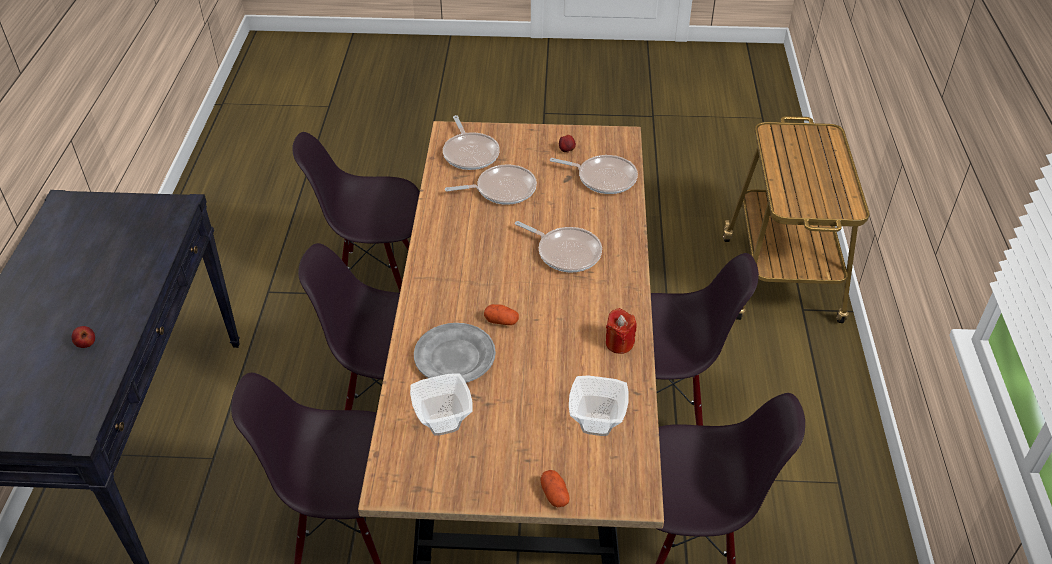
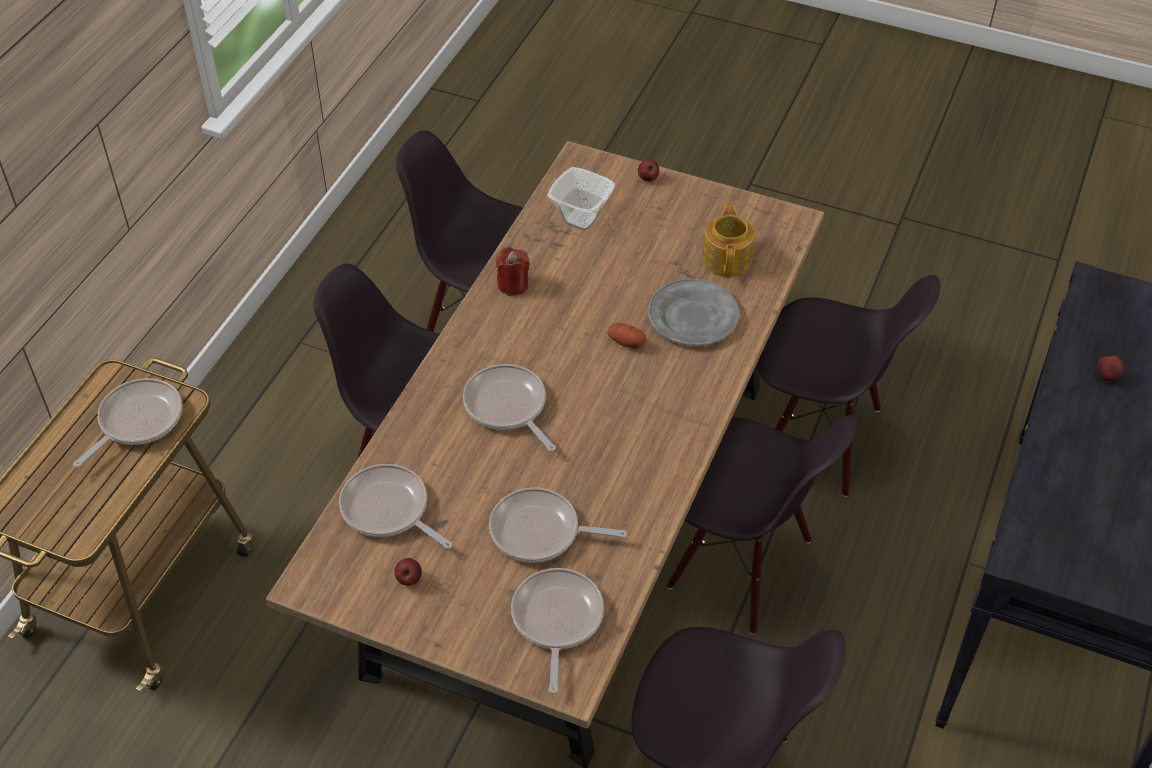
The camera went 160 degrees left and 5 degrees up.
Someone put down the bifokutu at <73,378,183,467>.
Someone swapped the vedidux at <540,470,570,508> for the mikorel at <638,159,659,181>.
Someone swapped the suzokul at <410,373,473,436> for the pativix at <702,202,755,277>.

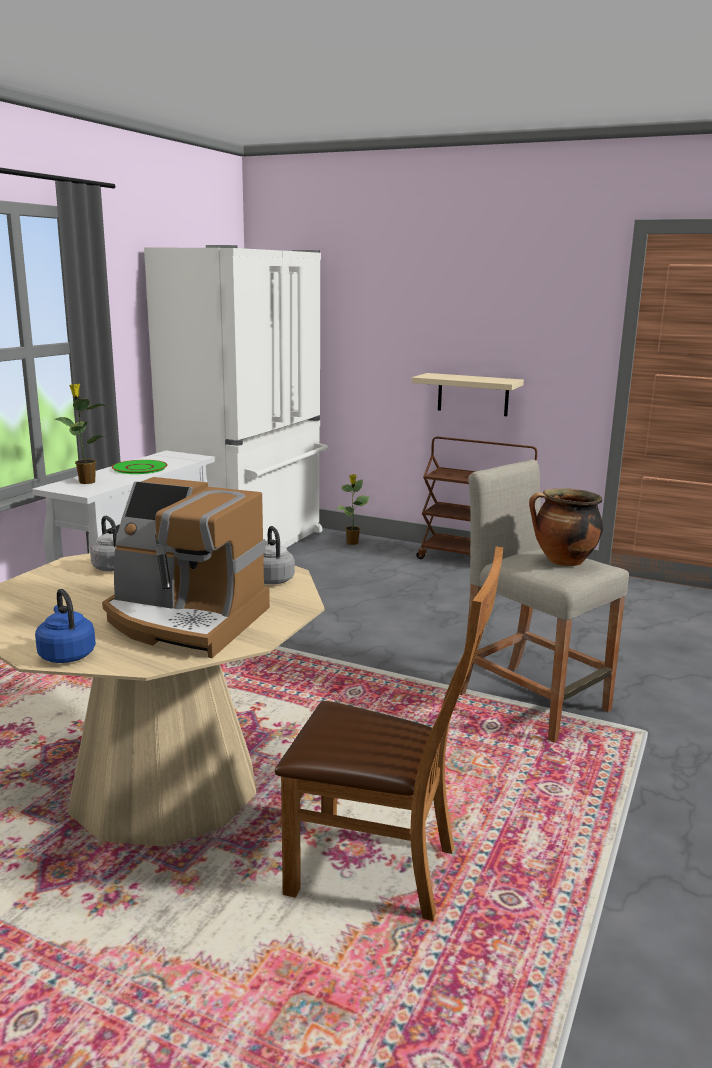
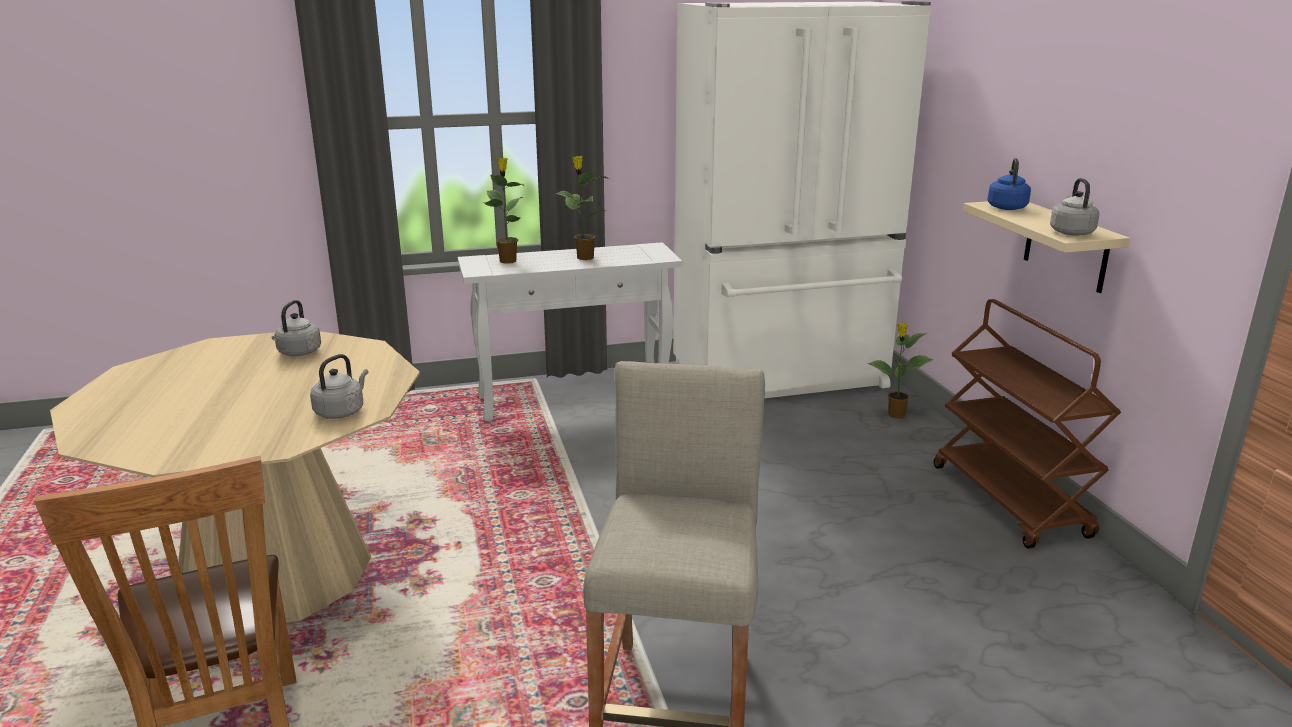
The camera went 50 degrees right and 5 degrees up.
Someone swapped the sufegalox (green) at <111,460,168,474> for the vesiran at <555,156,610,260>.
Someone carried the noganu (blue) from <35,589,96,663> to <987,158,1031,210>.
Someone put down the noganu (grey) at <1050,178,1100,236>.
Someone took away the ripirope at <102,477,270,658>.
Someone took away the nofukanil at <529,488,603,566>.

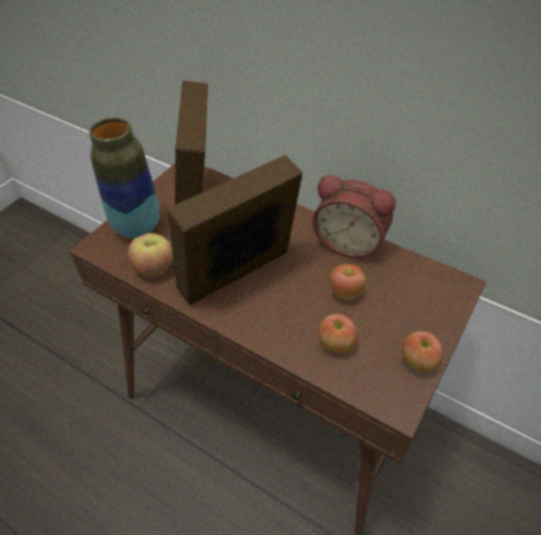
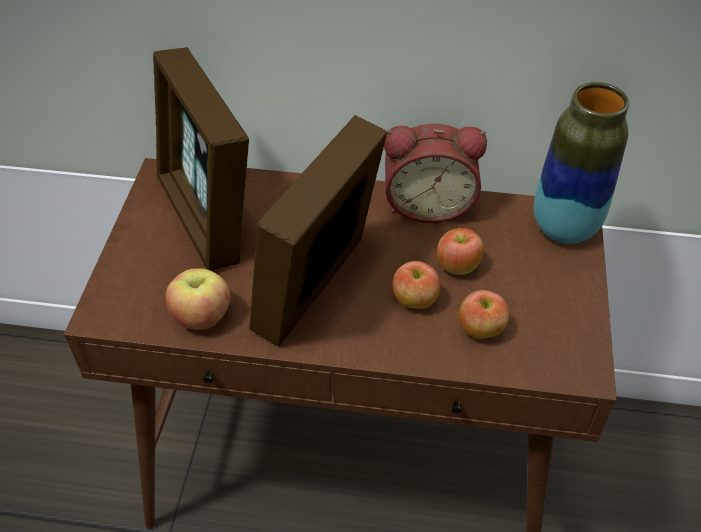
The camera went 25 degrees left and 0 degrees up.
Someone carried the mikorel from <402,331,443,373> to <392,261,440,309>.
Someone carried the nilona from <89,117,160,239> to <534,82,629,244>.

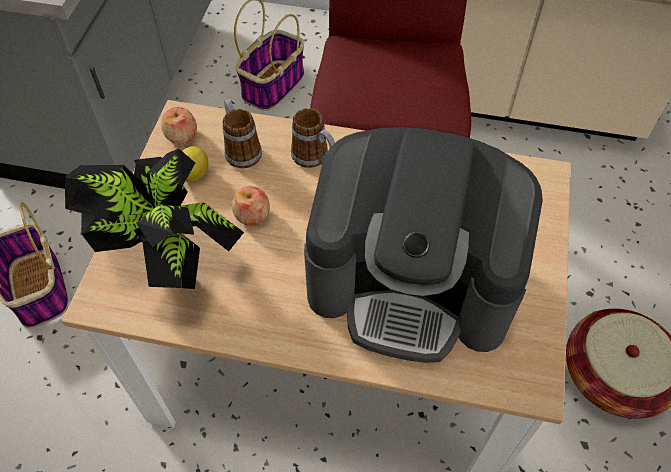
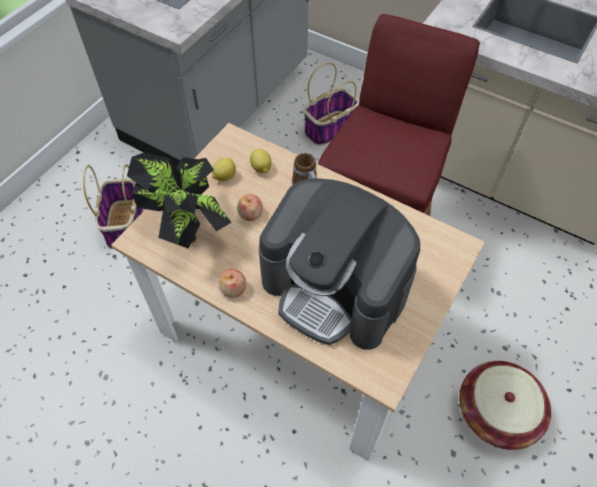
The camera went 20 degrees right and 0 degrees up.
Someone carried the mikorel from <161,107,197,144> to <218,269,246,298>.
Someone swapped the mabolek at <223,99,262,168> for the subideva at <250,149,272,173>.

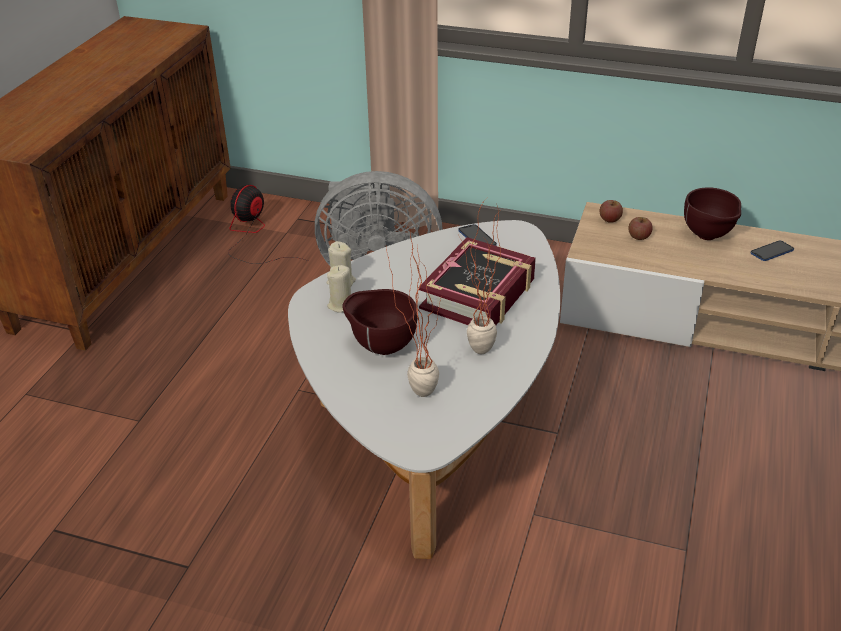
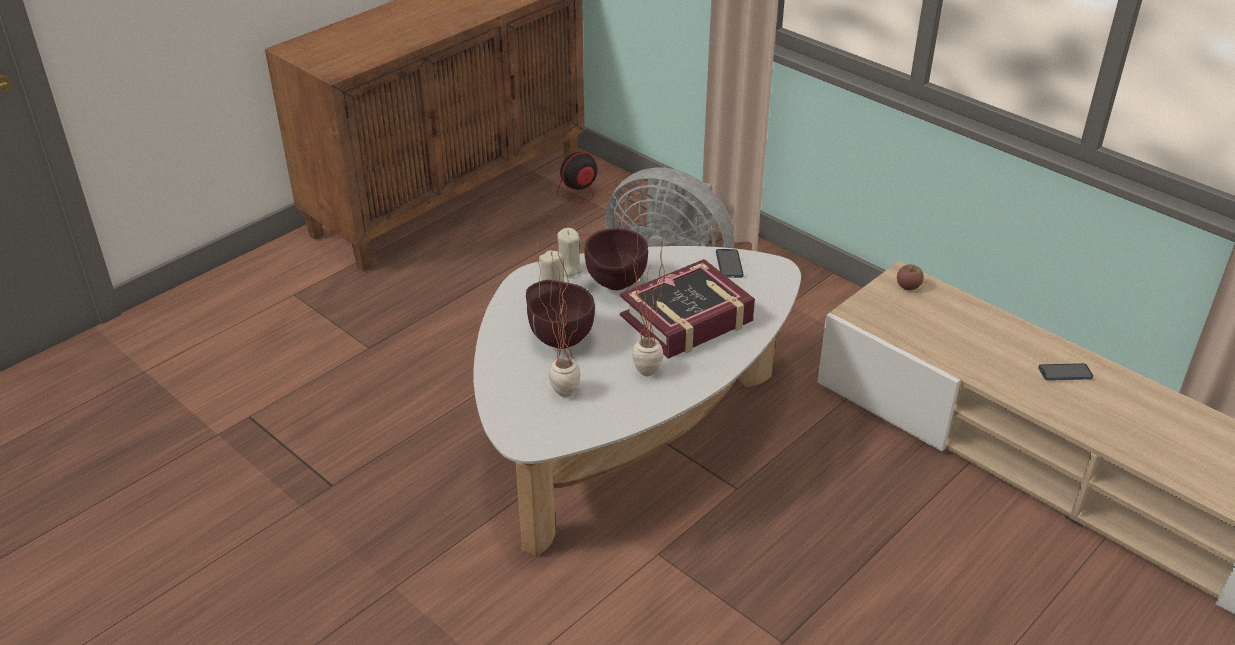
The camera went 25 degrees right and 0 degrees up.
Someone carried the suzokul (brown) from <684,188,741,240> to <584,228,648,290>.
Someone took away the mikorel at <628,217,653,240>.

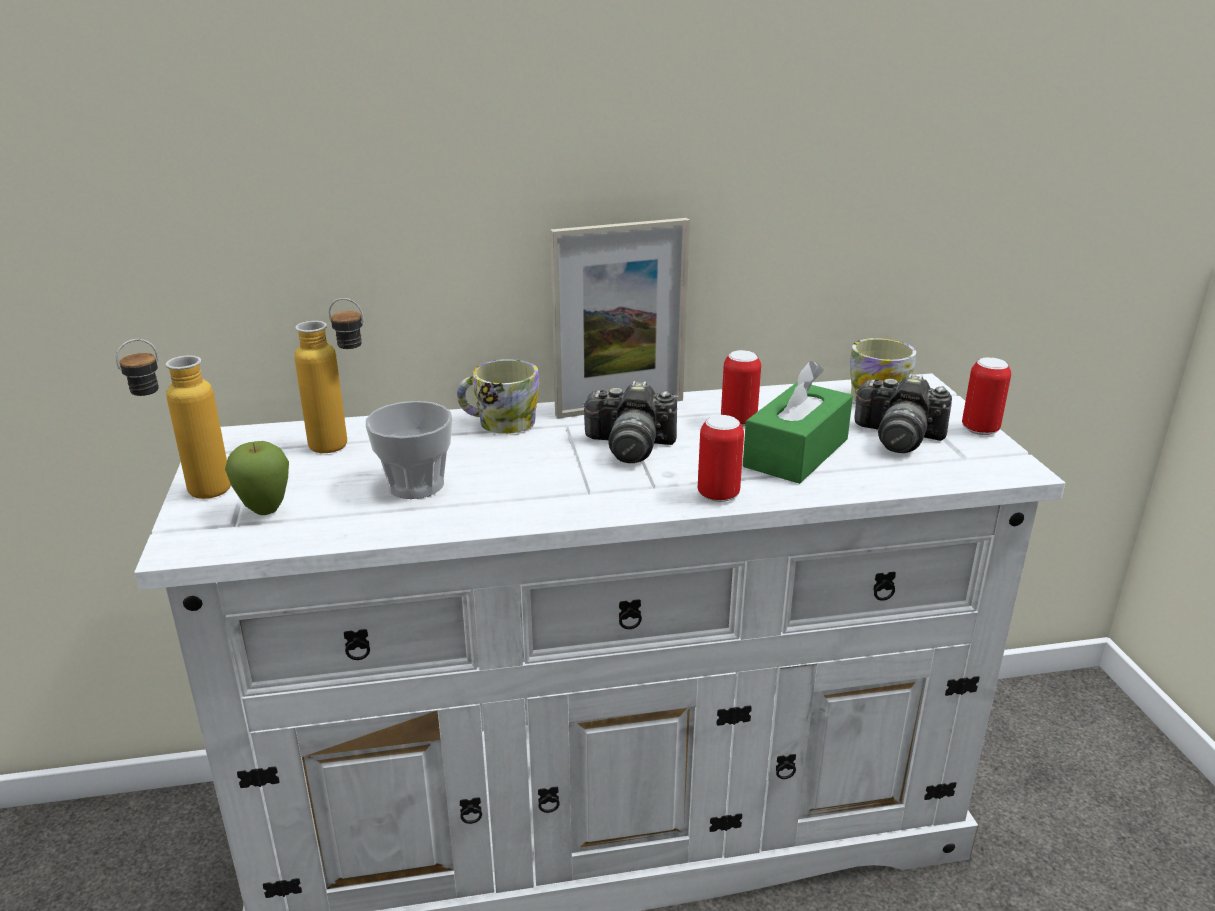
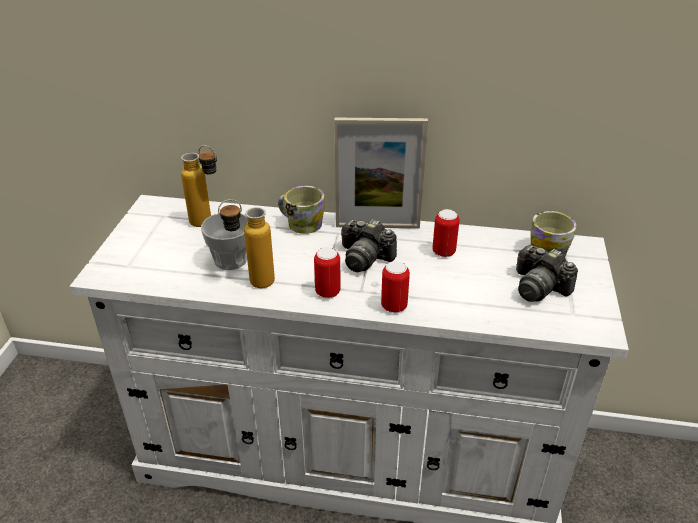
The camera went 20 degrees right and 10 degrees up.
Someone carried the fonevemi from <116,339,231,499> to <218,199,275,288>.
Someone carried the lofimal from <962,357,1011,435> to <314,247,341,298>.
Someone took away the mikorel at <225,441,289,515>.
Someone took away the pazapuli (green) at <743,361,853,484>.

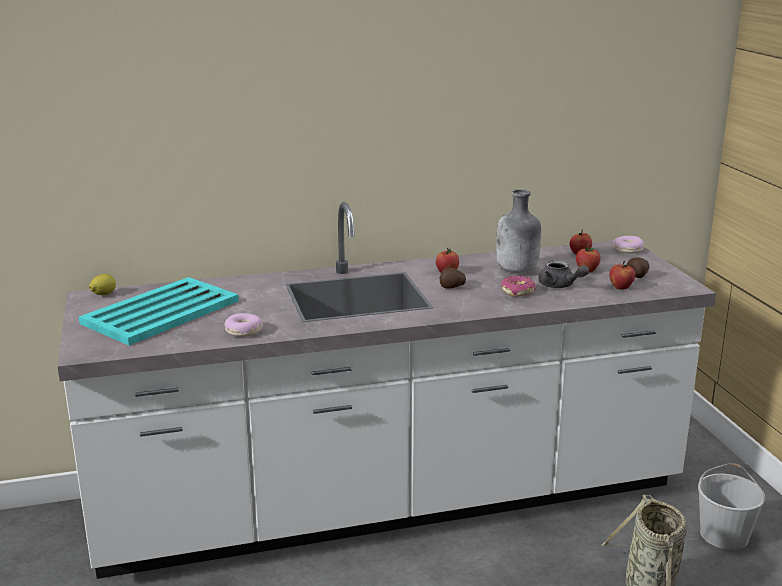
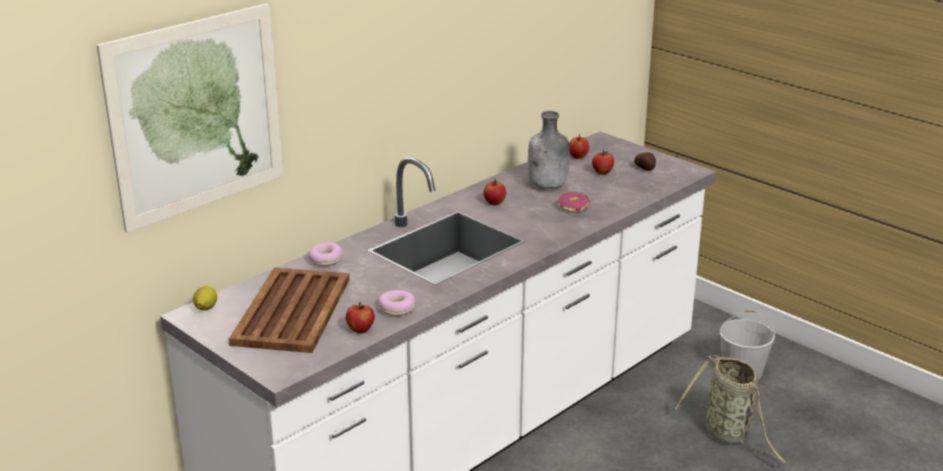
The camera went 30 degrees left and 5 degrees up.
Someone put up the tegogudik at <97,3,284,233>.
Someone repainted the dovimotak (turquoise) at <79,277,239,345>, which became the dovimotak (brown) at <229,267,350,353>.
Someone carried the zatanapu from <612,236,644,254> to <308,242,343,266>.
Someone carried the mikorel from <609,261,635,290> to <346,302,375,333>.
Someone took away the vedidux at <440,267,466,289>.
Someone took away the pativix (grey) at <539,260,589,288>.

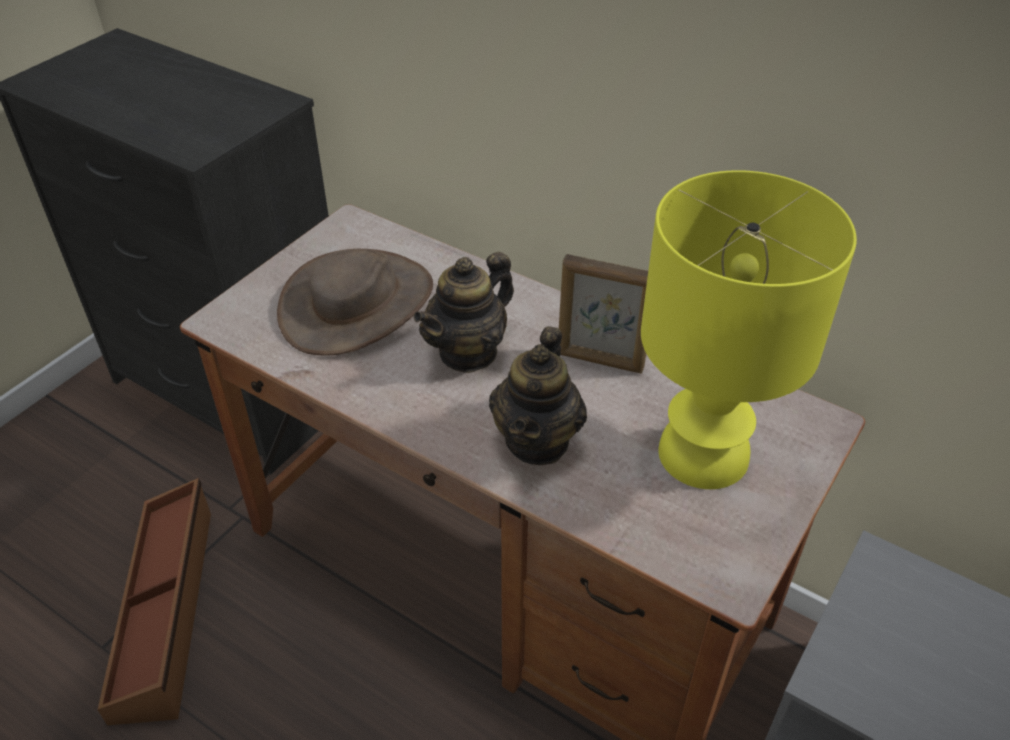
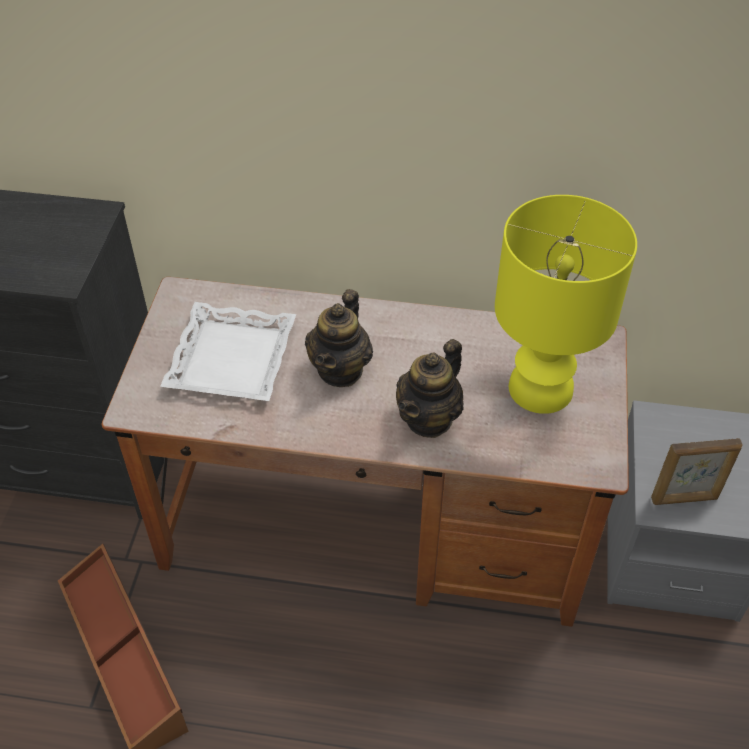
The camera went 25 degrees left and 5 degrees up.
Someone swapped the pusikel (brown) at <277,249,433,356> for the dovimotak (white) at <160,302,296,401>.
Someone rotated the pativix at <489,326,587,465> by 45 degrees clockwise.
Someone carried the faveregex from <559,254,648,373> to <651,438,743,505>.

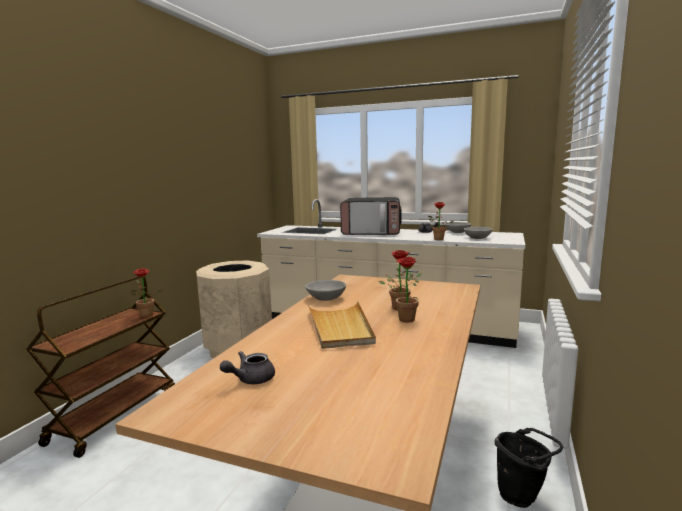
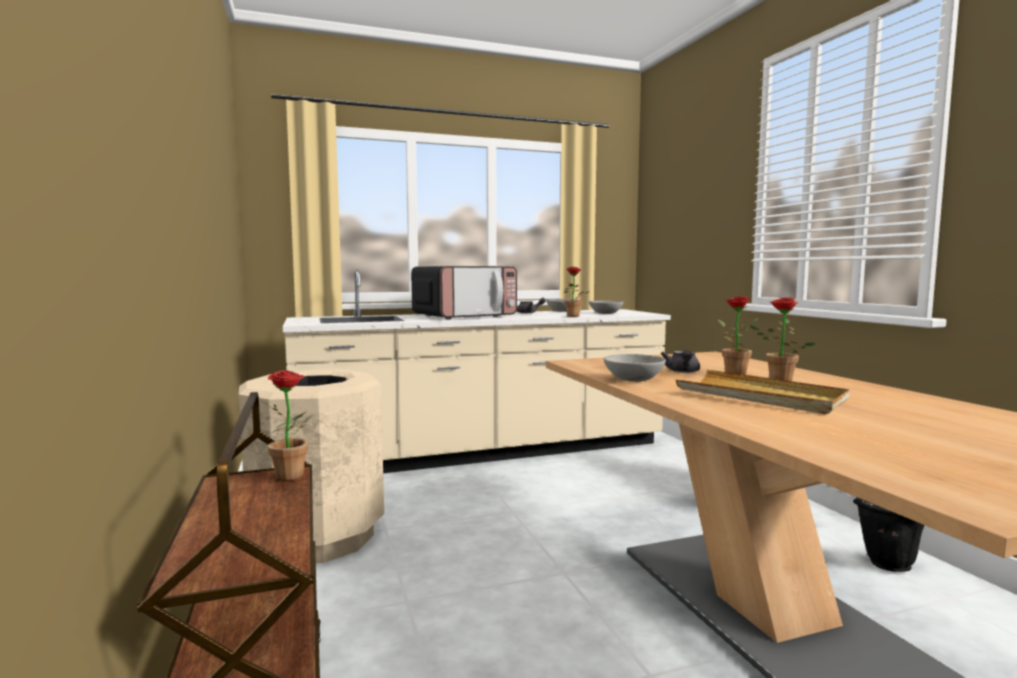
The camera went 40 degrees left and 5 degrees down.
Someone carried the pativix (grey) from <220,351,275,384> to <661,350,700,373>.

